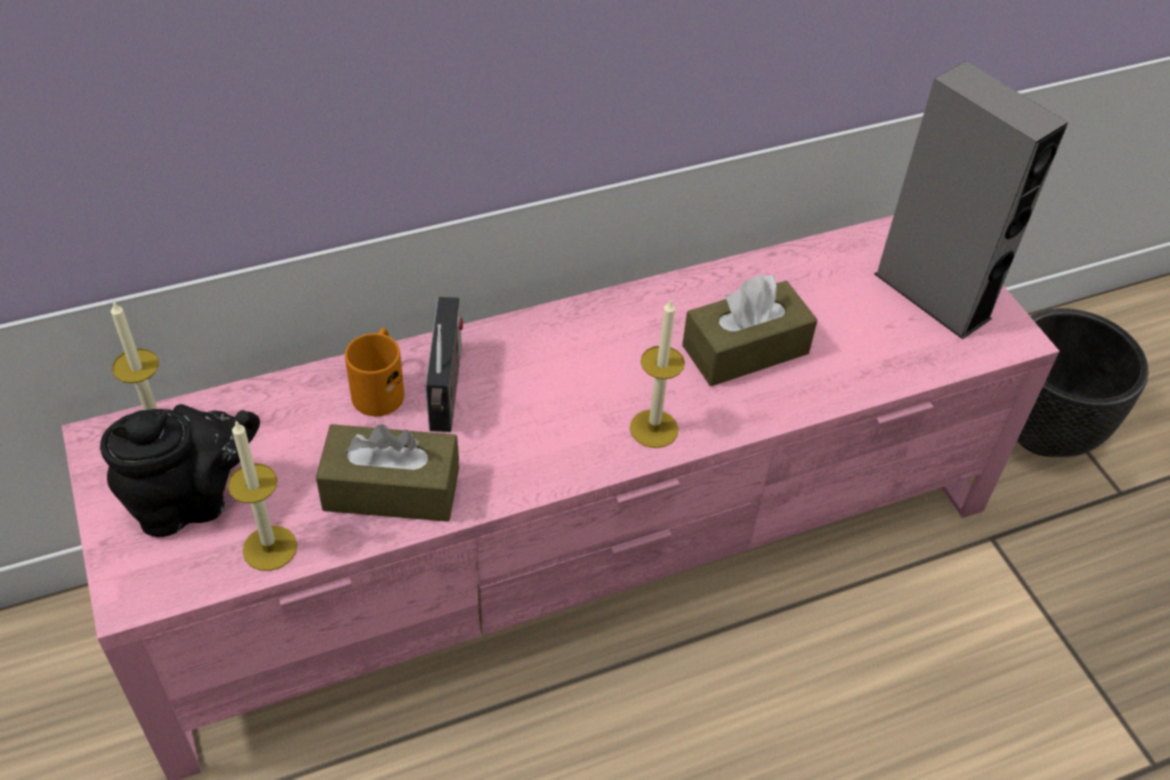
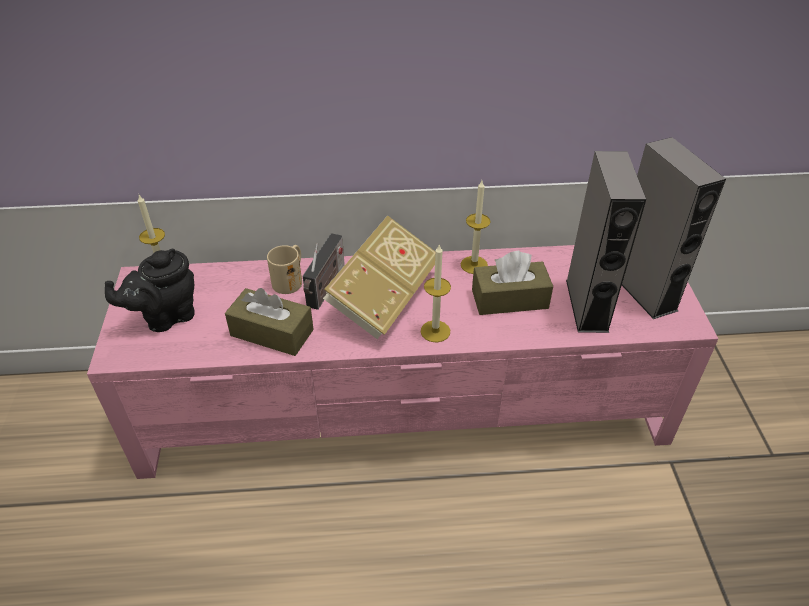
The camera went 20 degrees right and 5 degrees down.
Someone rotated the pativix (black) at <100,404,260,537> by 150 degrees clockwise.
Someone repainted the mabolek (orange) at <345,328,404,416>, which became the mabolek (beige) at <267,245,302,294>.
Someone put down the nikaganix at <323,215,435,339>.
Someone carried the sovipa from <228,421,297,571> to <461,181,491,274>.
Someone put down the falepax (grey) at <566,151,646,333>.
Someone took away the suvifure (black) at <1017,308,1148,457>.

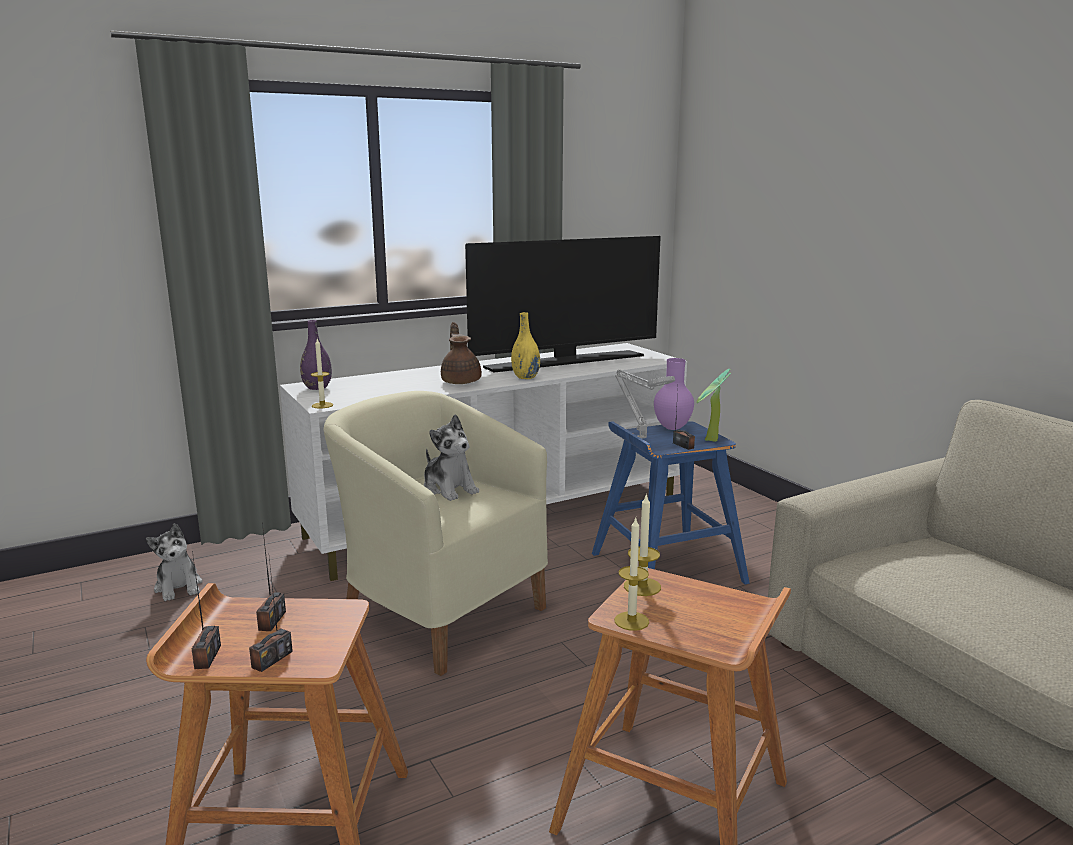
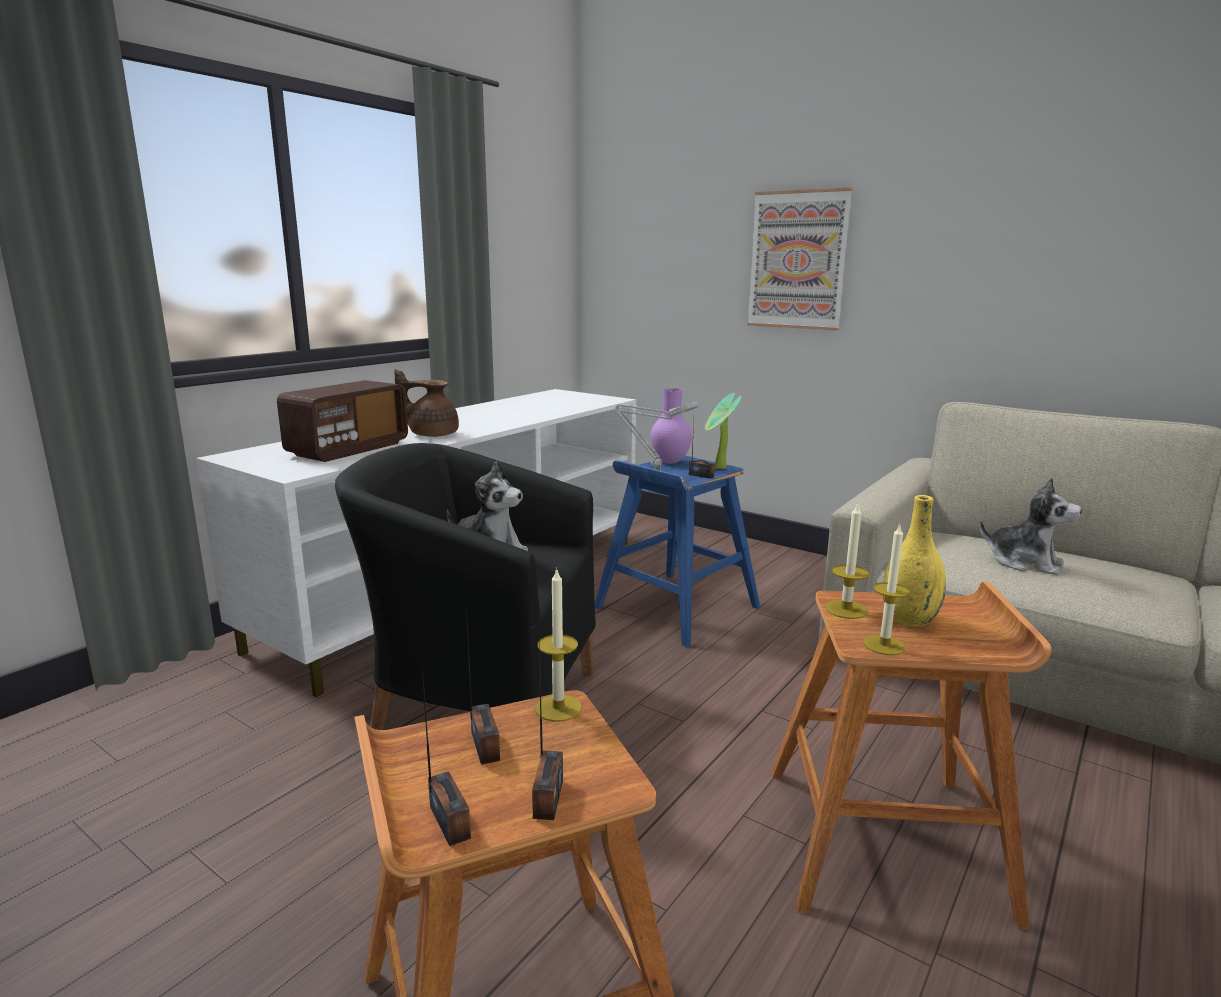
The camera went 25 degrees left and 0 degrees up.
Someone put down the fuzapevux at <277,380,408,462>.
Someone repainted the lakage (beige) at <323,391,548,676>, which became the lakage (black) at <335,443,596,730>.
Someone rotated the pativix (brown) at <441,322,482,384> by 45 degrees counterclockwise.
Someone carried the sovipa from <311,339,333,409> to <535,567,582,722>.
Someone put up the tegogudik at <747,187,853,331>.
Someone carried the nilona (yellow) from <511,312,540,379> to <883,495,946,627>.
Someone carried the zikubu from <146,523,203,601> to <980,477,1082,575>.
Someone took away the nilona (purple) at <300,320,332,390>.
Someone took away the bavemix at <465,236,661,373>.

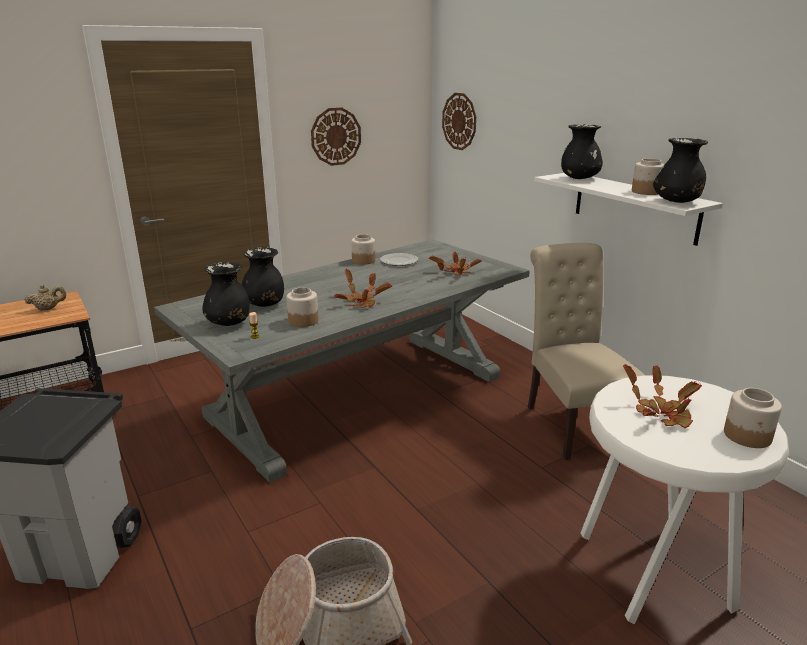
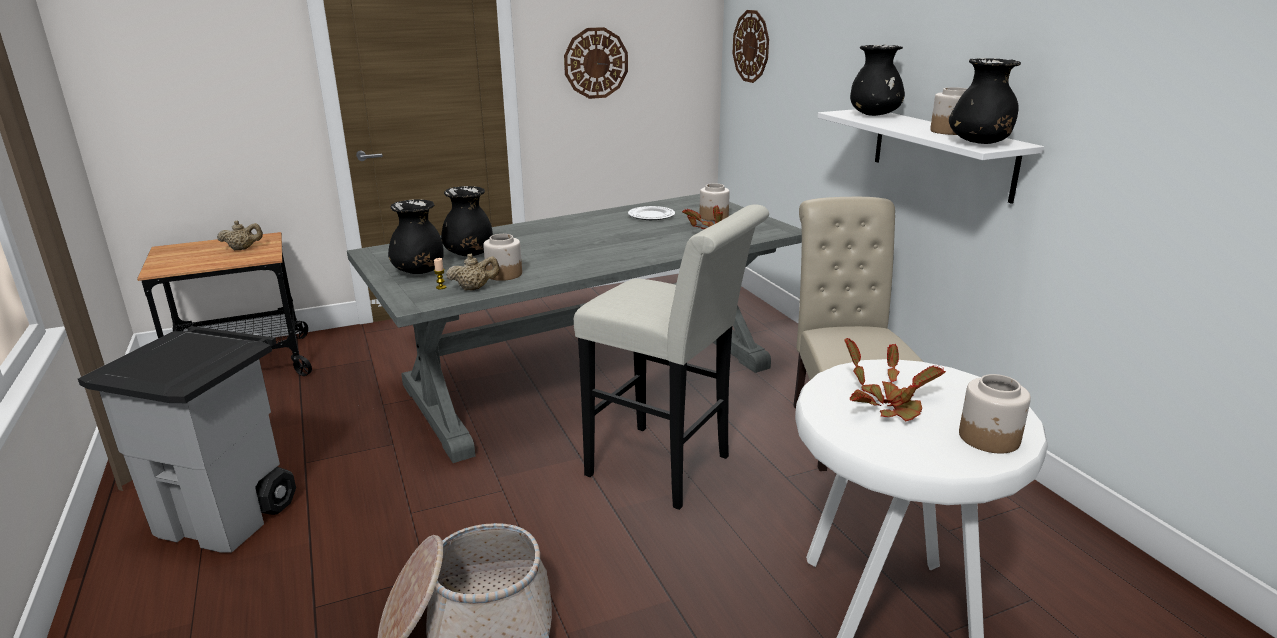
The camera went 10 degrees right and 0 degrees up.
Someone put down the pativix (beige) at <446,253,500,291>.
Someone put down the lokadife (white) at <574,204,769,510>.
Someone carried the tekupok from <351,234,375,265> to <699,183,730,221>.
Someone took away the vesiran at <334,269,392,308>.

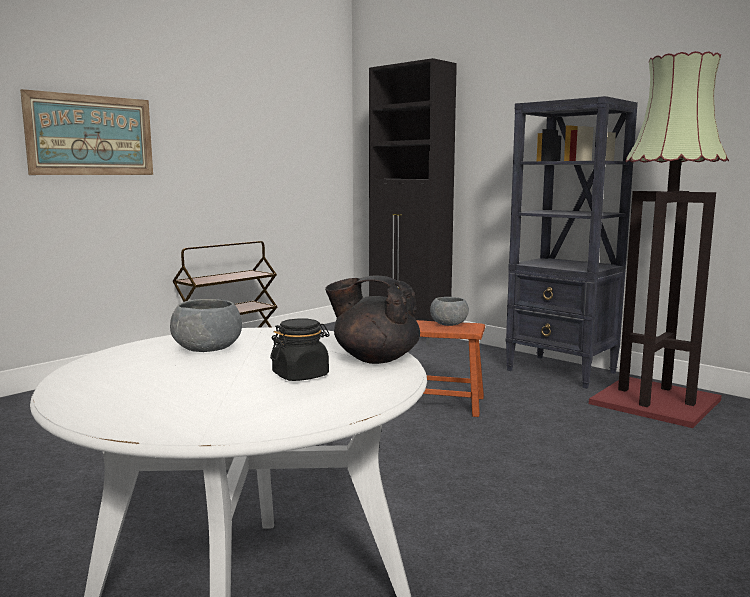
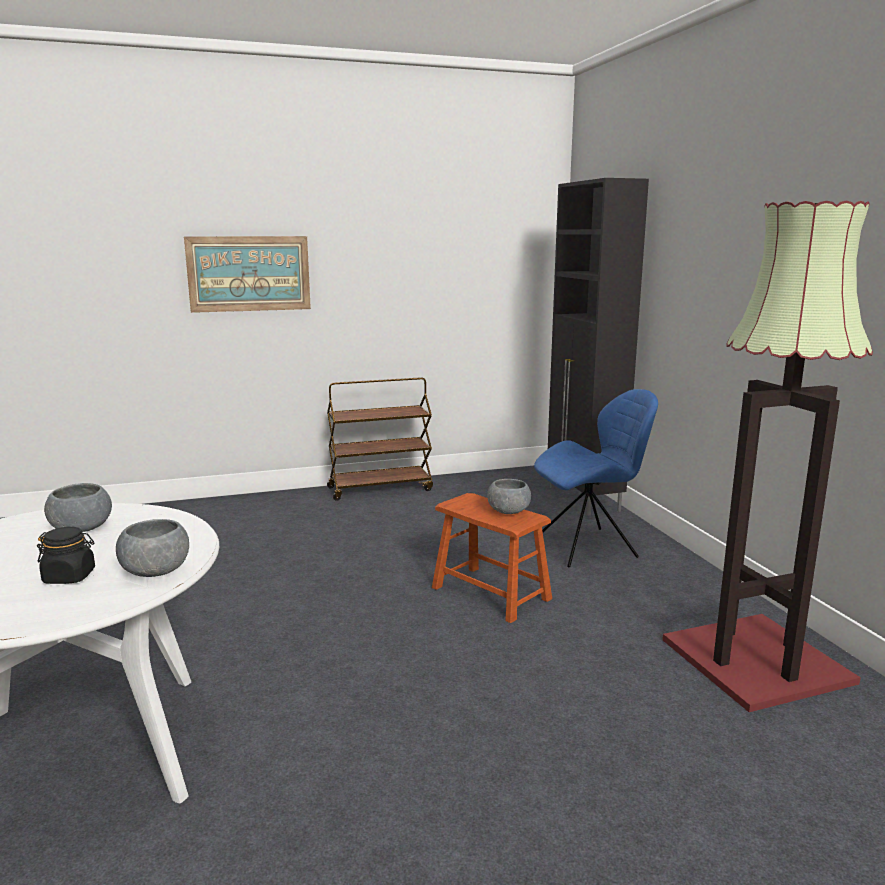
The camera went 30 degrees right and 5 degrees up.
Someone swapped the pativix (black) at <325,275,420,364> for the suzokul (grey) at <116,519,189,577>.
Someone put down the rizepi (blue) at <534,389,658,568>.
Someone took away the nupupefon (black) at <506,96,638,389>.

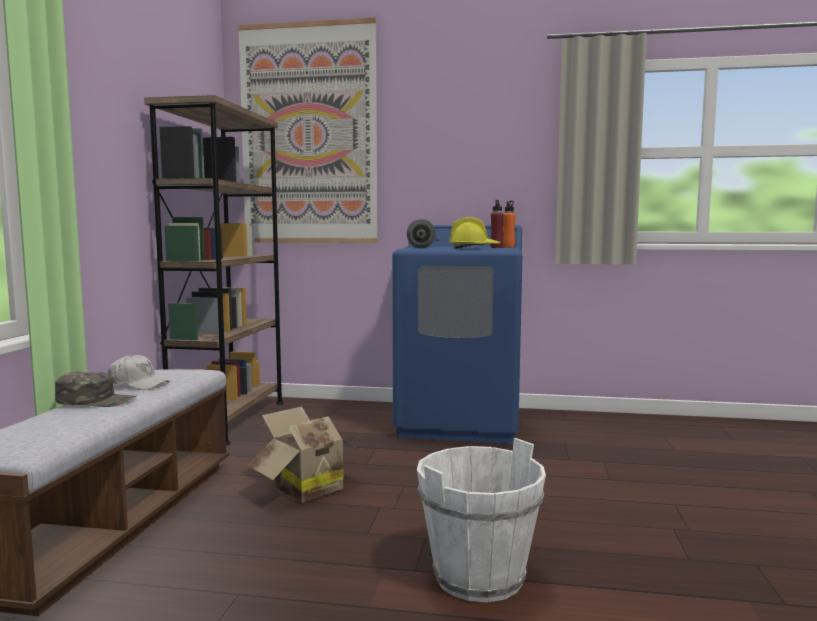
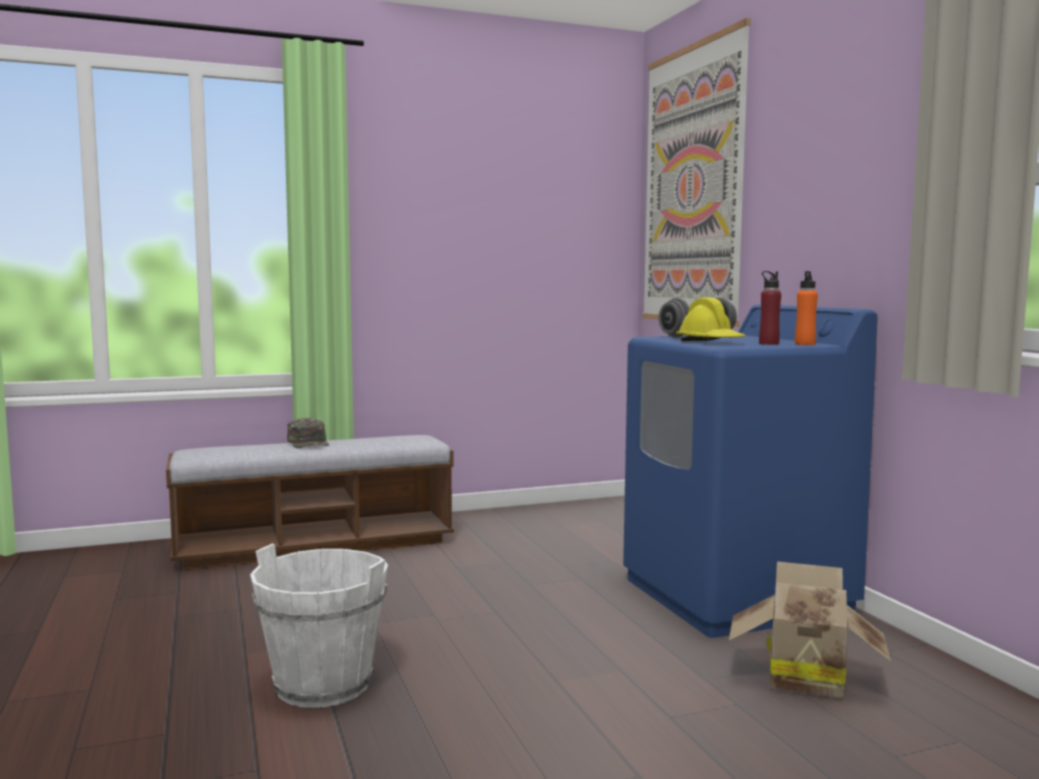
The camera went 60 degrees right and 0 degrees up.
Someone carried the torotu from <248,406,364,502> to <729,561,891,698>.
Someone took away the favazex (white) at <107,354,170,390>.
Someone took away the nupupefon (brown) at <144,95,283,445>.

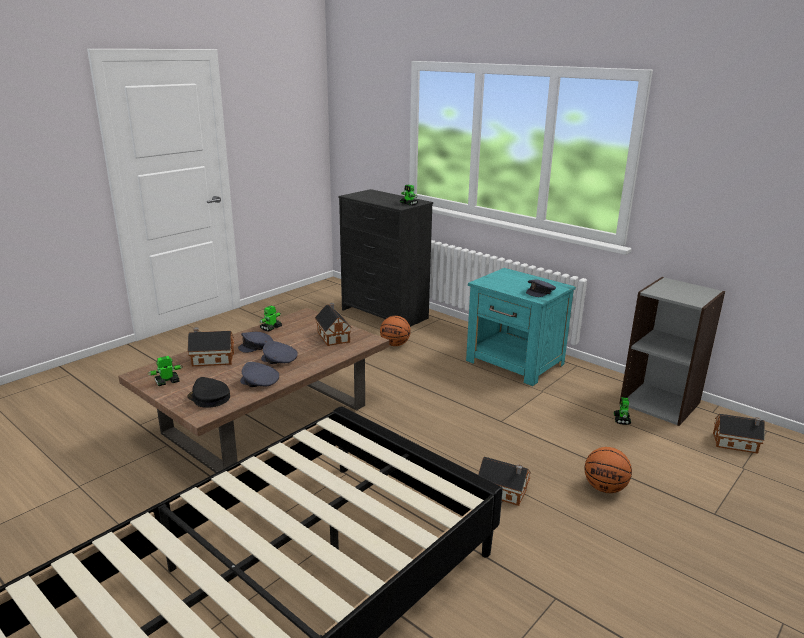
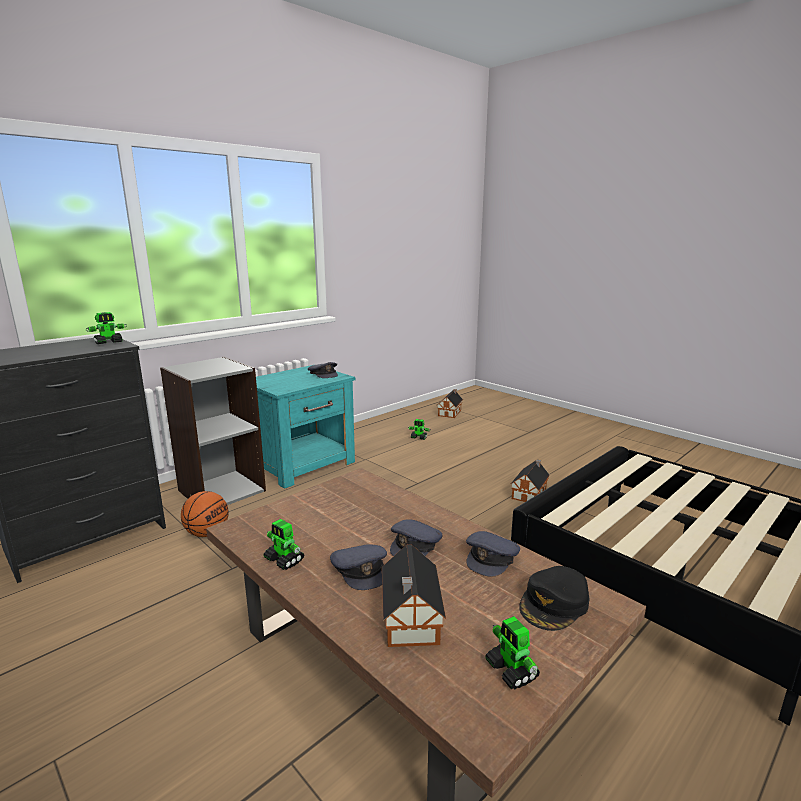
The camera went 85 degrees left and 5 degrees down.
Someone carried the nupupefon (grey) from <619,277,725,426> to <160,357,266,505>.
Someone took away the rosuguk at <315,303,352,346>.
Someone took away the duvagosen at <585,447,632,493>.

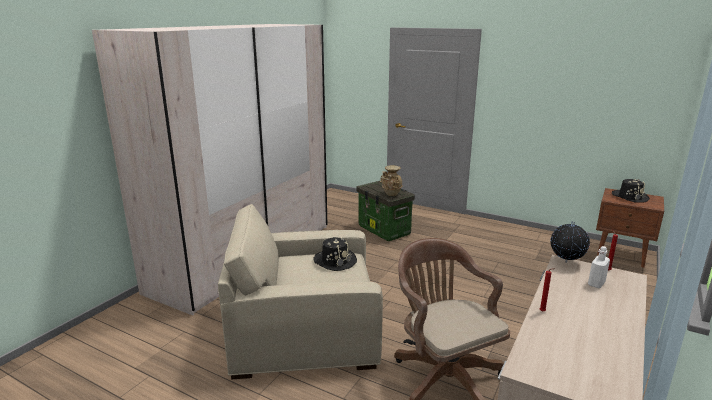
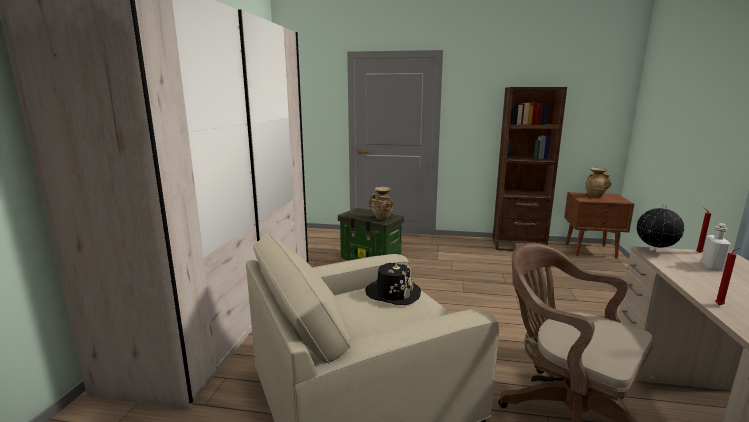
The camera went 20 degrees left and 5 degrees down.
Someone put down the nupupefon (brown) at <492,87,567,251>.
Someone swapped the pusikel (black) at <612,178,650,203> for the nilona (beige) at <585,168,612,198>.

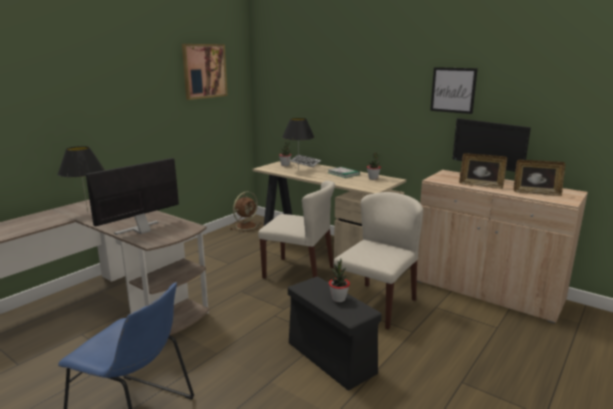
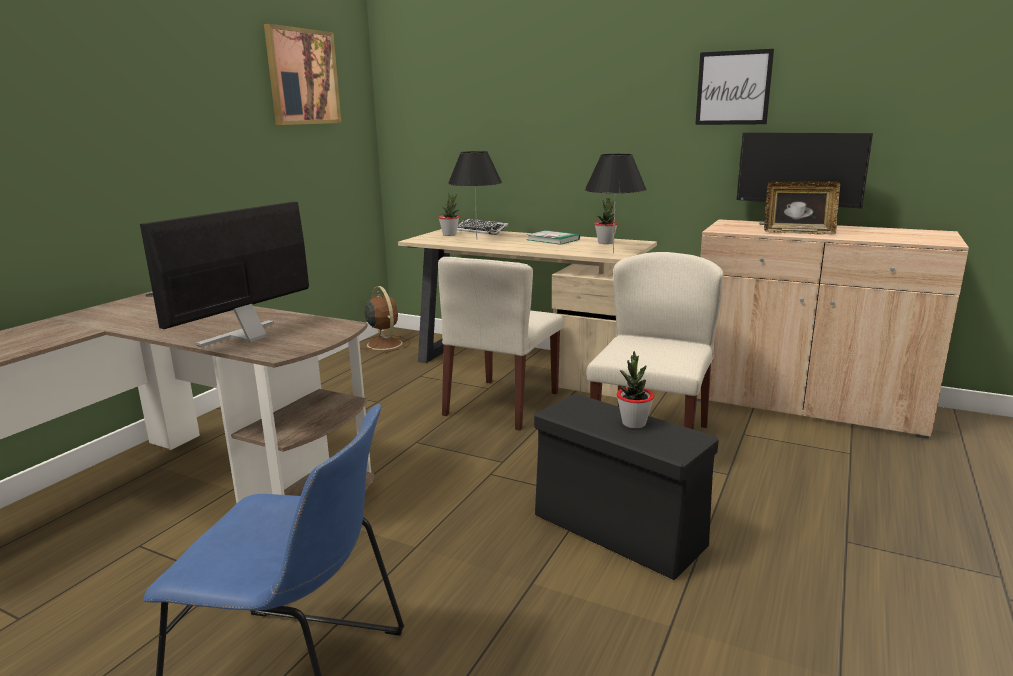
The camera went 10 degrees left and 0 degrees up.
Someone rotated the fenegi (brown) at <230,191,263,231> by 60 degrees counterclockwise.
Someone rotated the rizepi (beige) at <258,180,335,279> by 105 degrees clockwise.
Someone carried the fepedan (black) from <58,146,105,212> to <585,154,647,253>.
Someone took away the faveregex at <514,160,566,196>.

